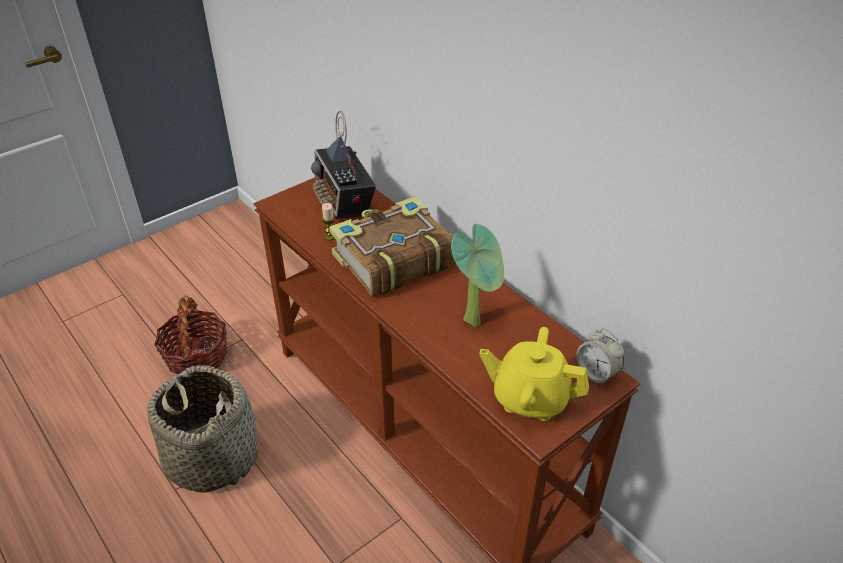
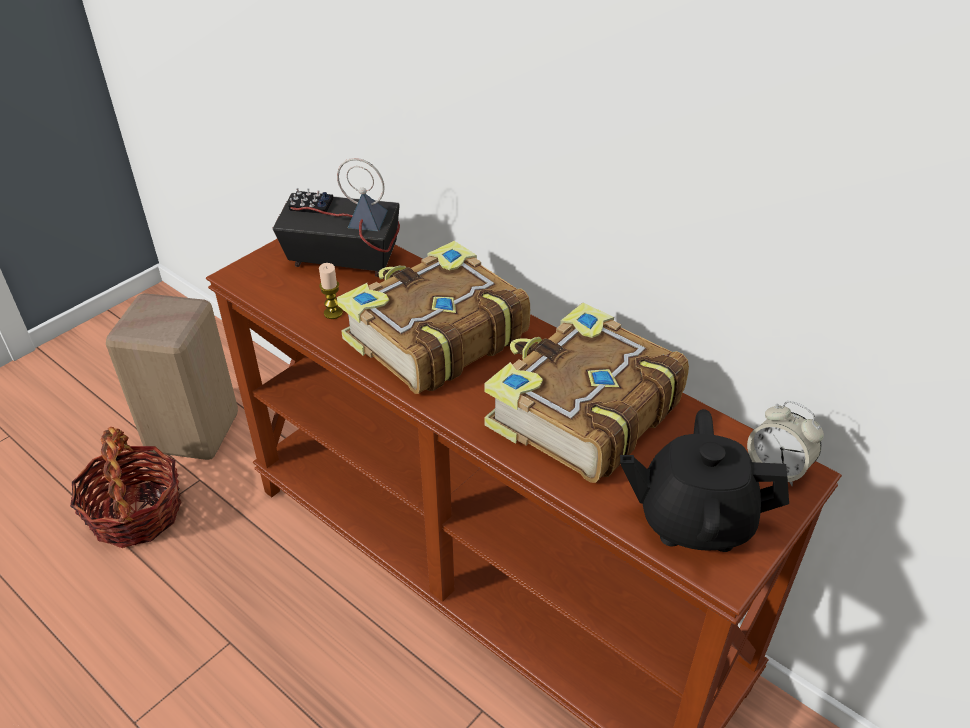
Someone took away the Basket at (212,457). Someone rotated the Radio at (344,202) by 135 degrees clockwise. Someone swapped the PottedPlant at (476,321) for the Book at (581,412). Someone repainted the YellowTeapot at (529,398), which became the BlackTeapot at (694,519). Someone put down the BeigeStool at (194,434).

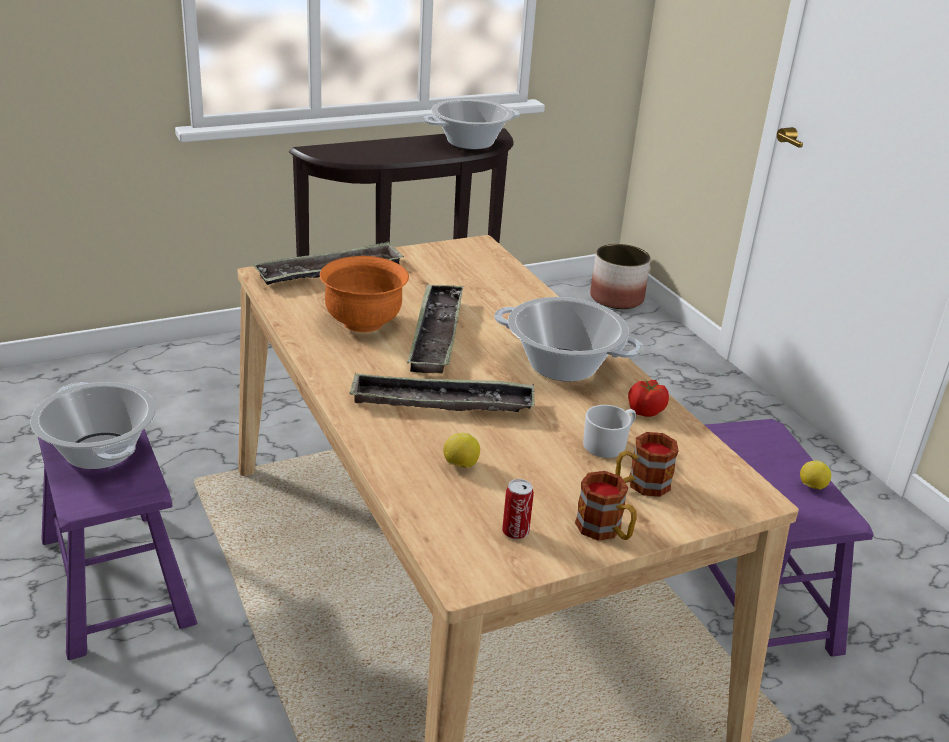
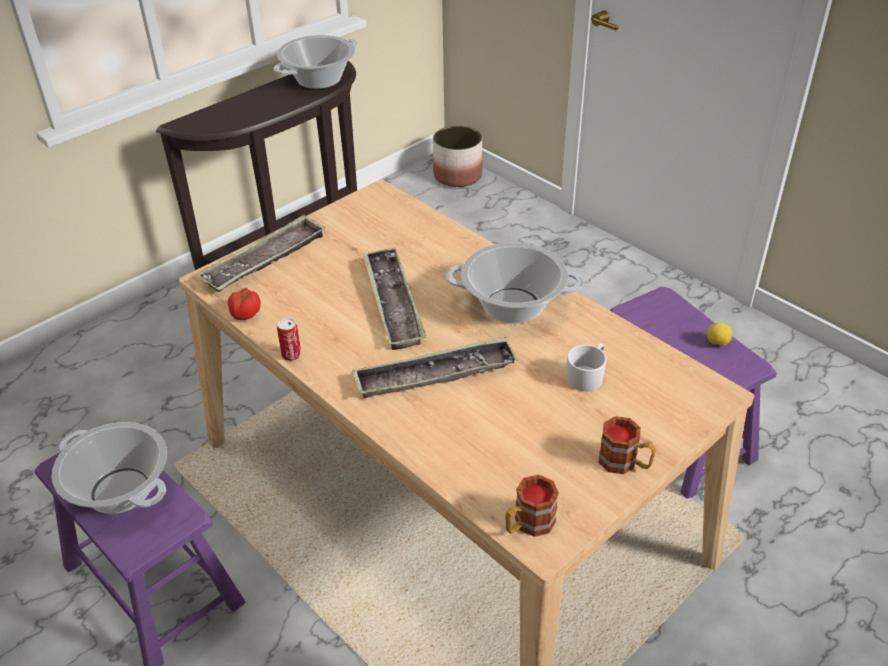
Someone took away the OrangeBowl at (364,323). Someone took away the Lemon at (460,465). Someone carried the Can from (515,532) to (291,355). Someone carried the Mug from (640,485) to (528,524). Someone carried the Tomato from (645,411) to (245,314).

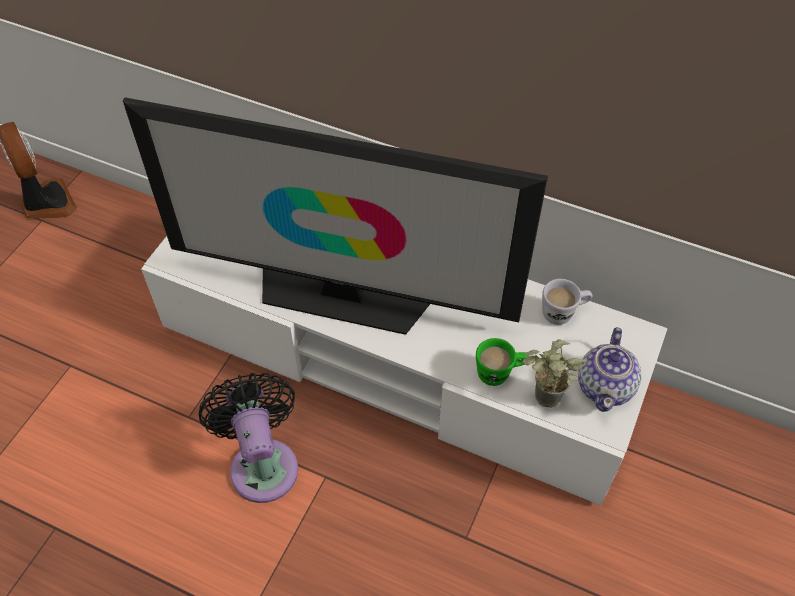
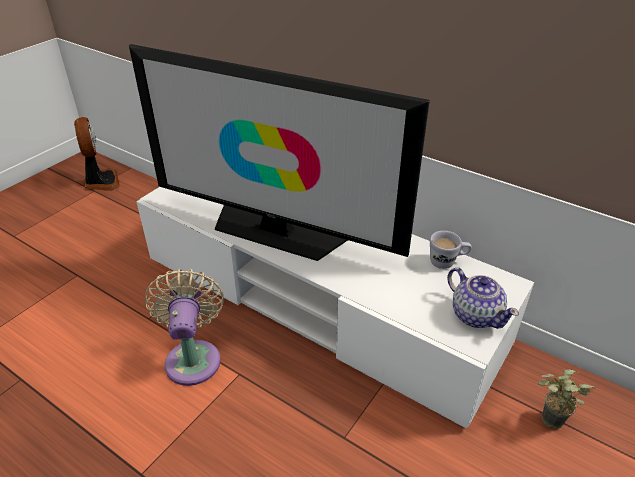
Someone repainted the BlackFan at (262,463), which became the BeigeFan at (193,357). Someone took away the GreenMug at (500,373). Someone carried the PottedPlant from (541,401) to (546,423). Someone rotated the Teapot at (606,386) by 60 degrees counterclockwise.

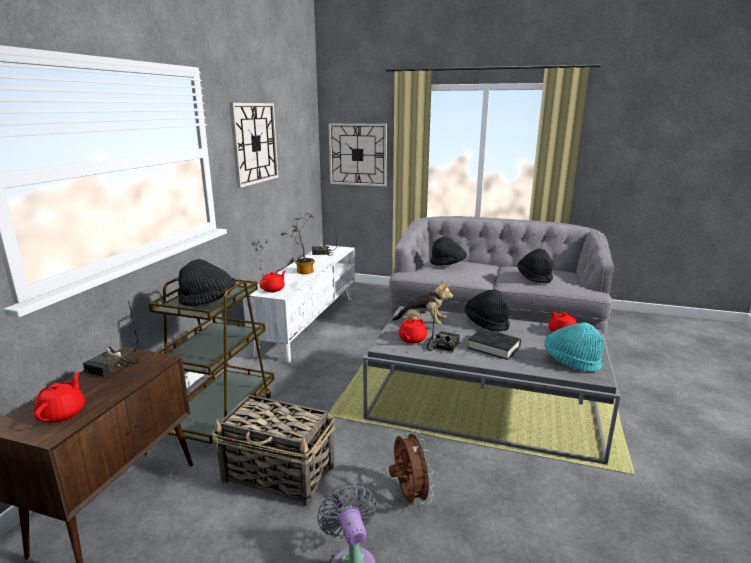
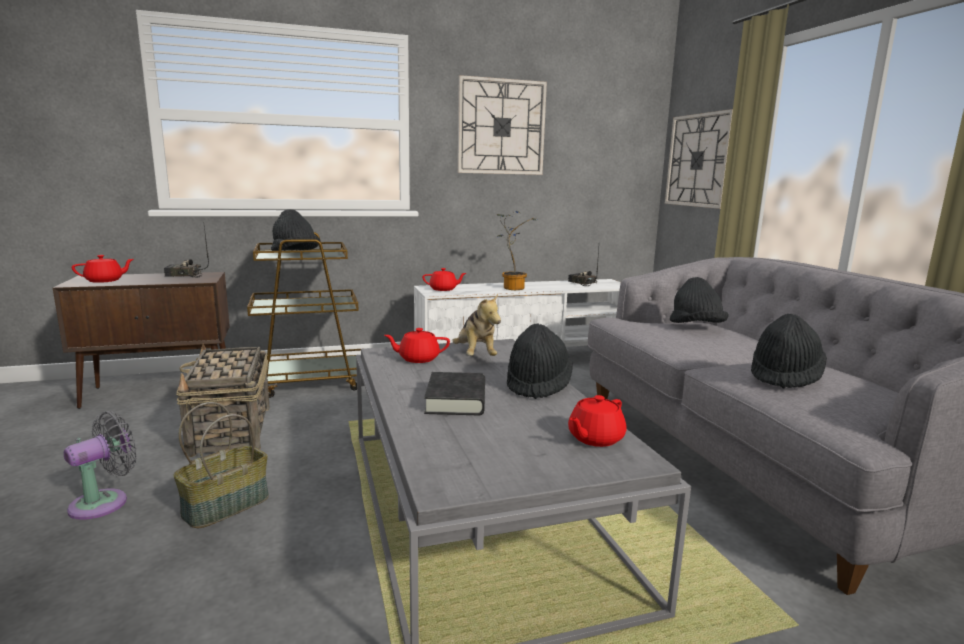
Someone swapped the BrownFan at (409,496) for the Basket at (226,505). Someone took away the Radio at (443,346). Someone took away the TurquoiseHat at (571,362).

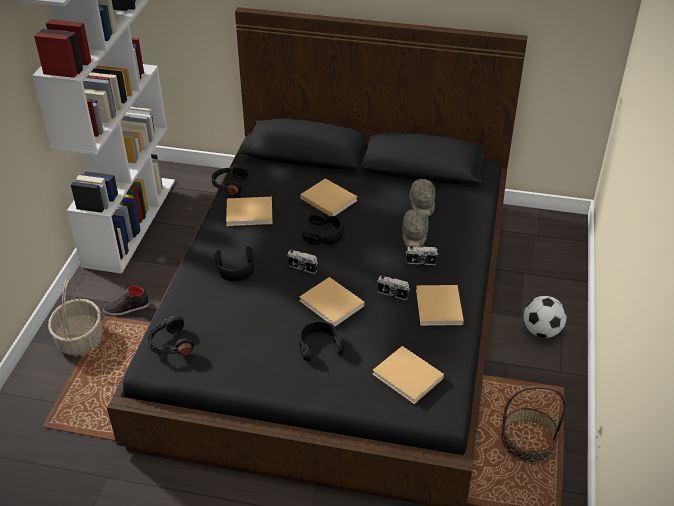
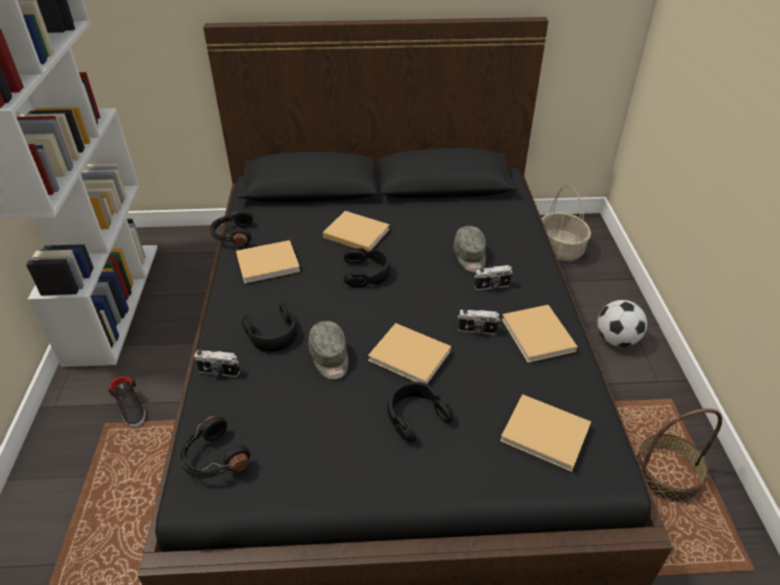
Someone carried the Basket from (79,339) to (559,249). Someone rotated the BlackShoe at (126,308) by 90 degrees counterclockwise. Someone carried the PhotoCamera from (302,268) to (219,372). Someone carried the GreyCap from (422,204) to (330,358).

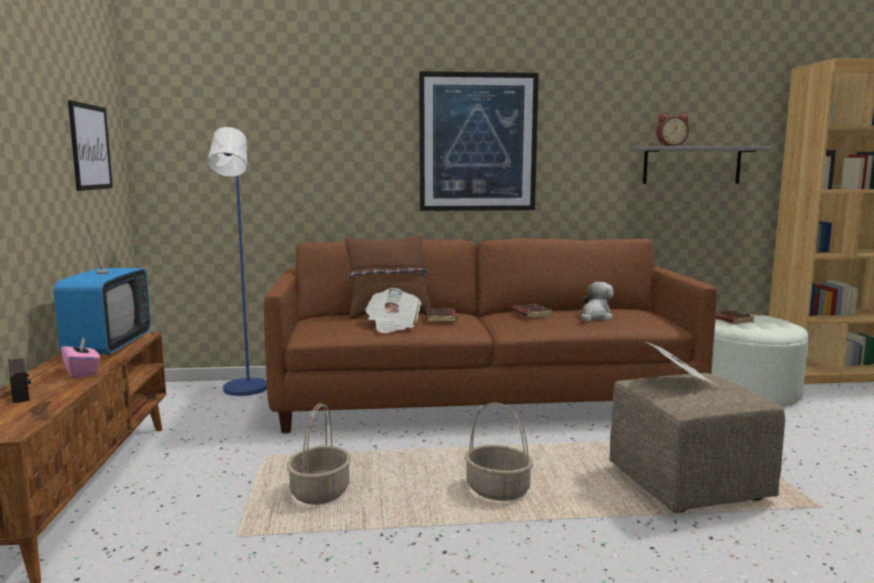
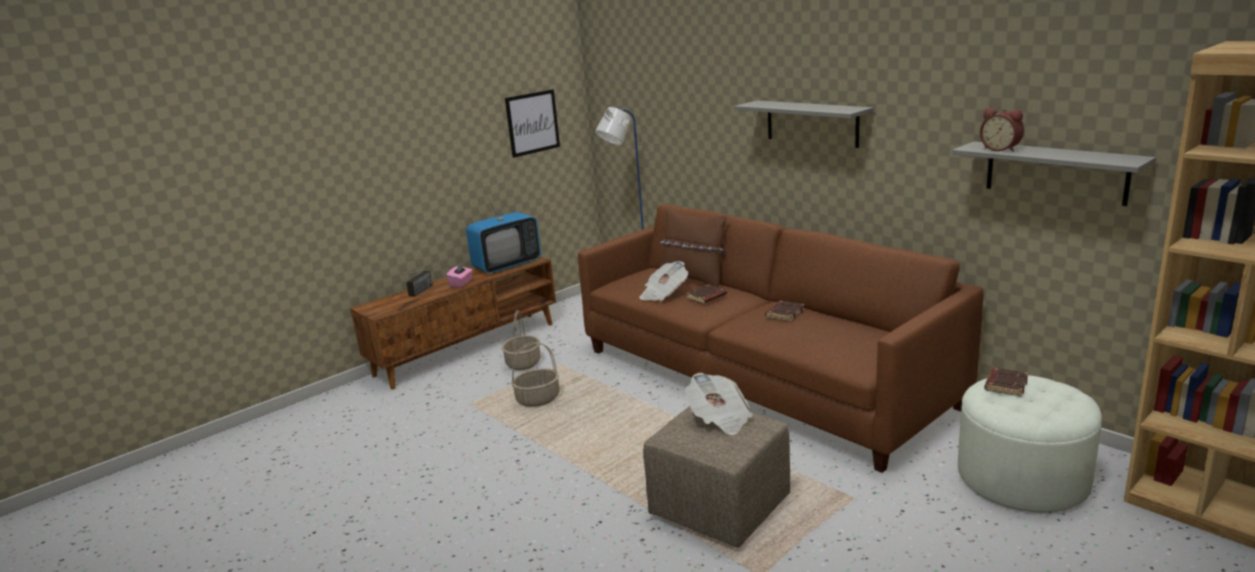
Someone swapped the Picture at (478,142) for the GreyShelf at (811,123). Someone carried the Basket from (497,490) to (523,363). Someone took away the PlushToy at (595,317).

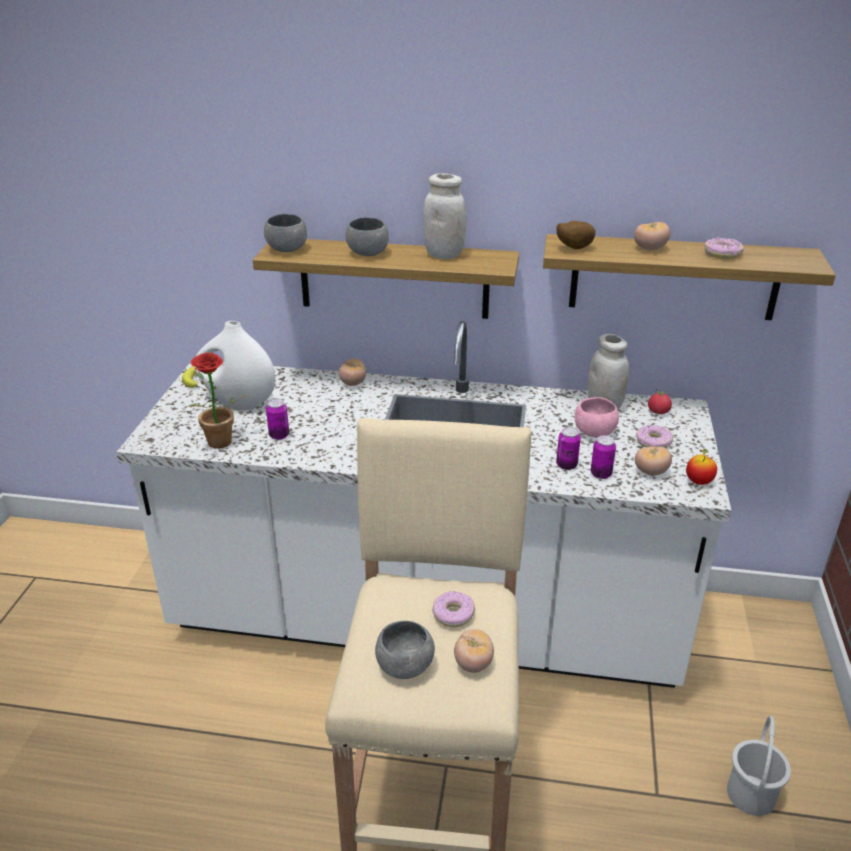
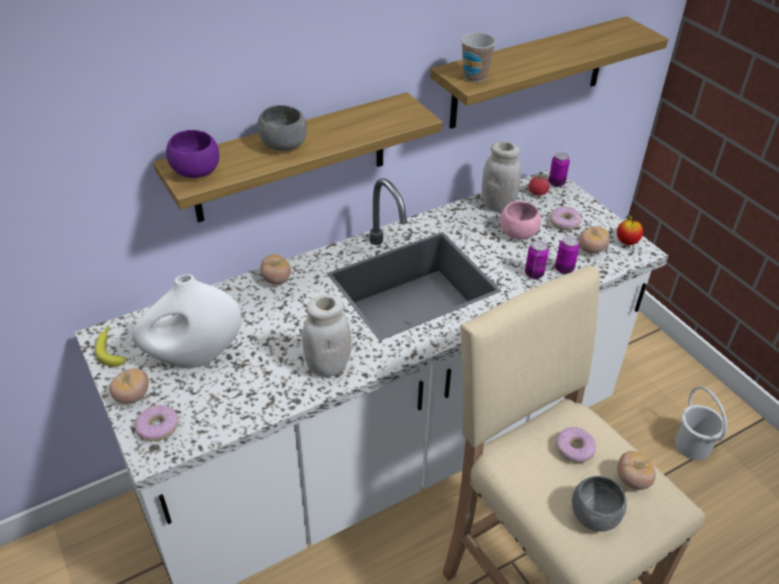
Someone took away the PottedPlant at (219,445). Someone repainted the GreyBowl at (287,249), which became the PurpleBowl at (196,172). Someone carried the Can from (279,435) to (556,183). Someone carried the WhiteJar from (444,255) to (328,366). Someone swapped the Potato at (573,248) for the Cup at (474,77). Someone carried the Tomato from (649,249) to (132,396). Someone carried the Donut from (722,254) to (157,427).

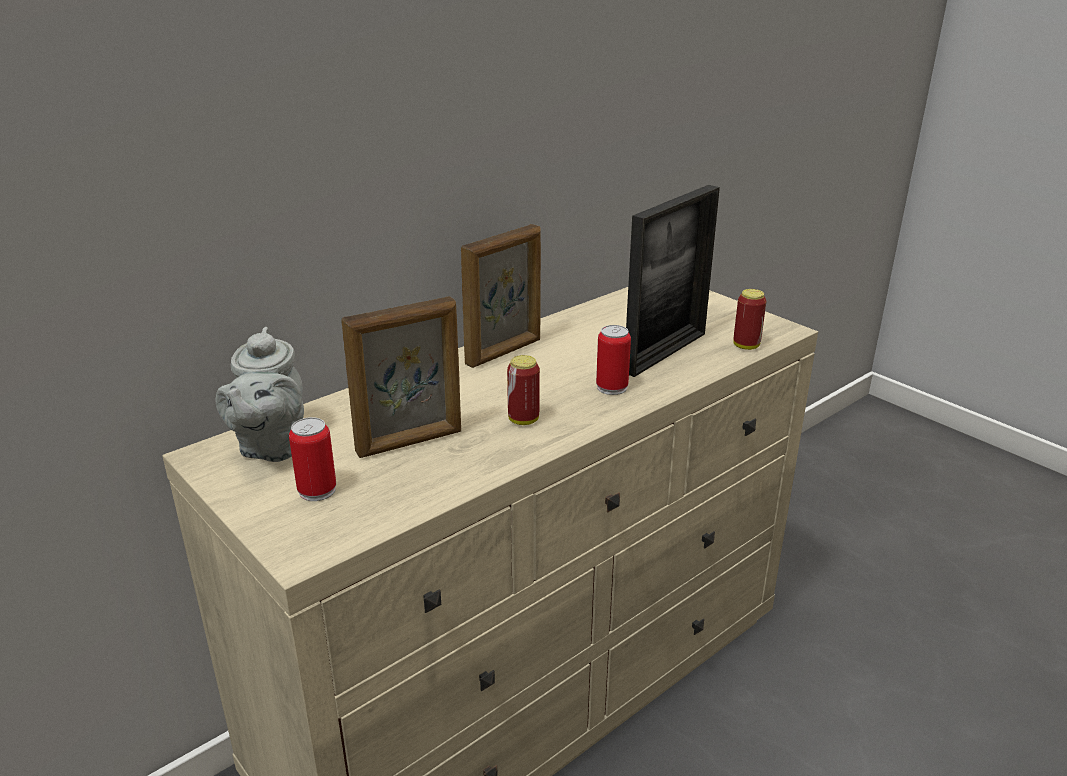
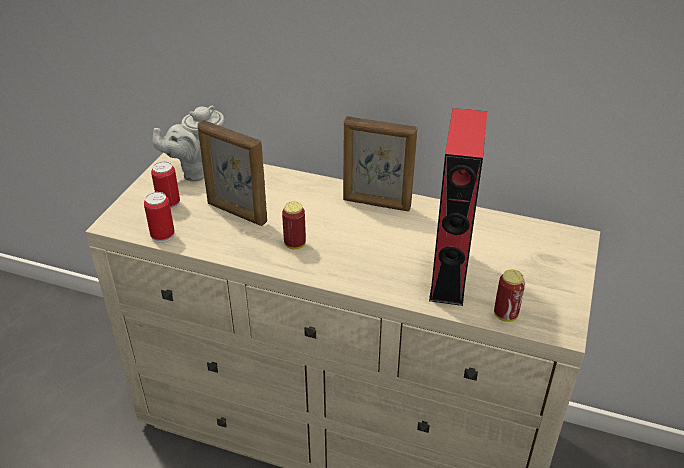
Someone carried the Can from (612,387) to (162,235). Someone swapped the PictureFrame at (665,352) for the RedSpeaker at (449,275).

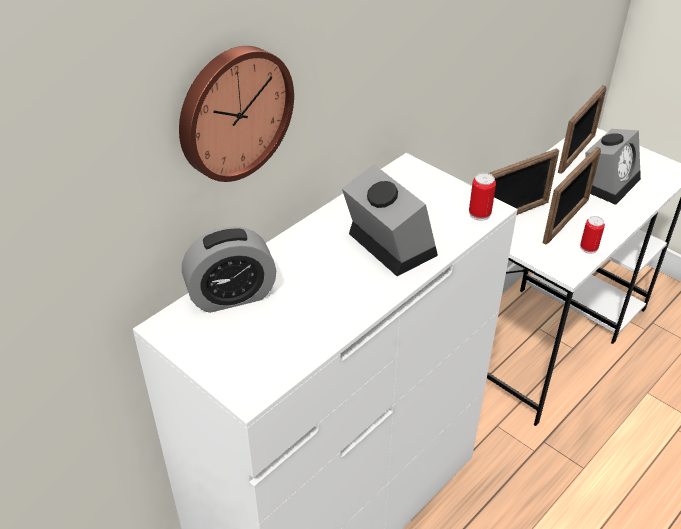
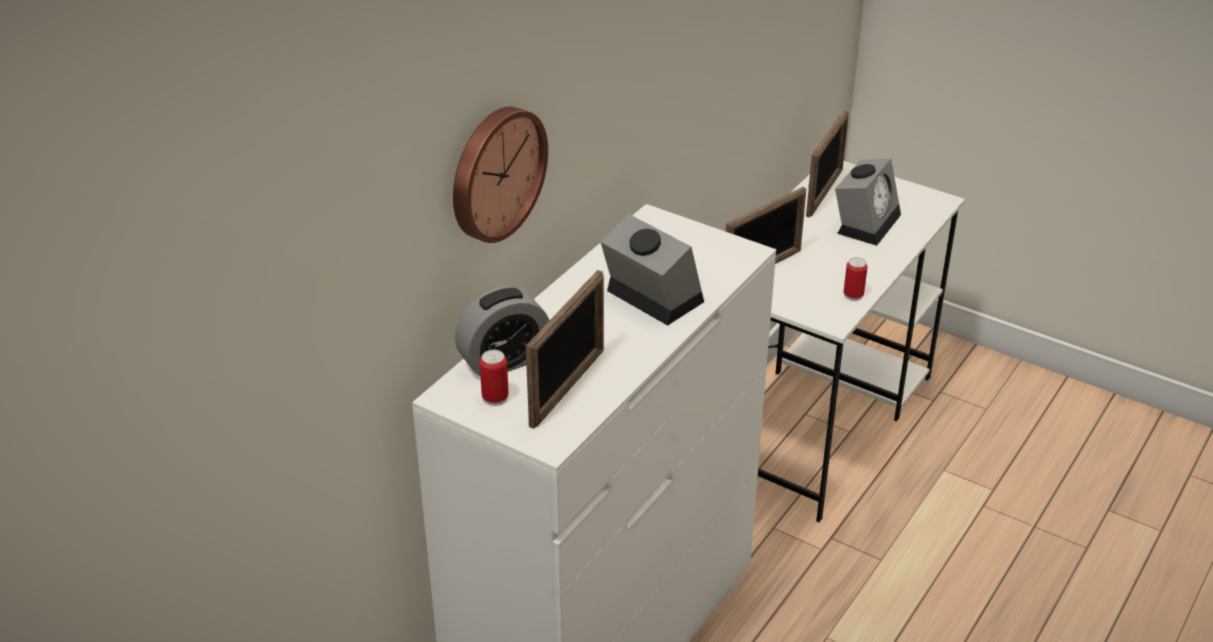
Someone carried the Can from (479,214) to (495,397). Someone carried the PictureFrame from (566,221) to (568,387).

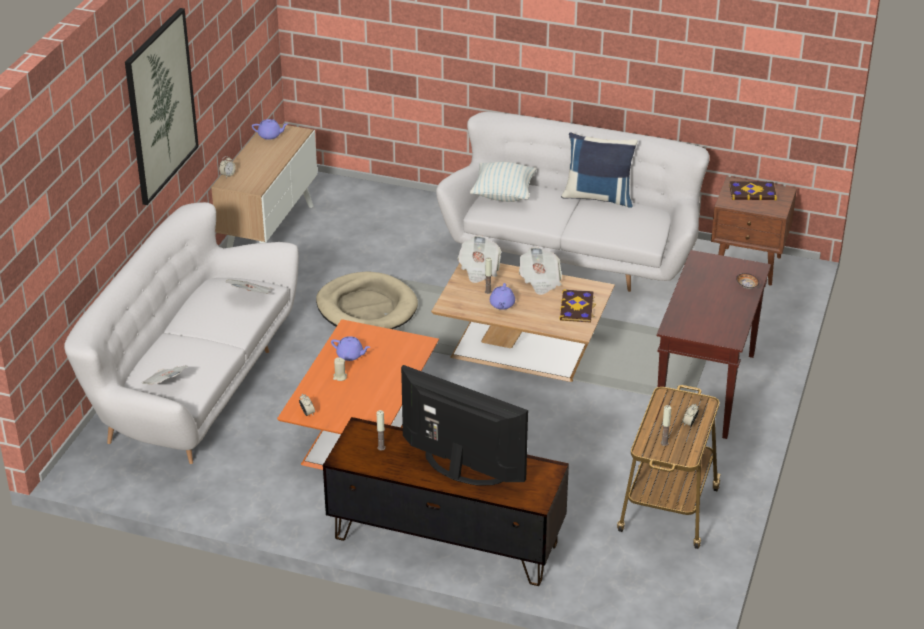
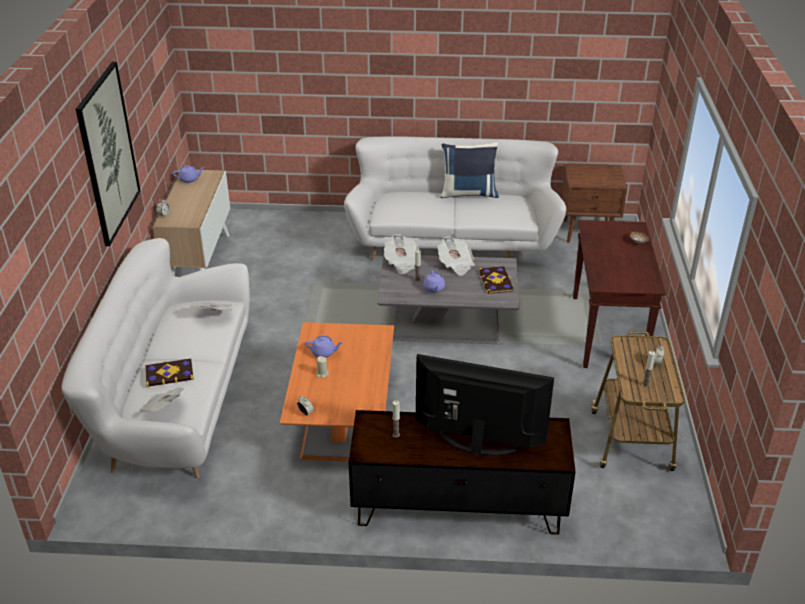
Someone took away the BeigeDogBed at (367,308). Someone repainted the BrownCoffeeTable at (523,348), which became the GreyCoffeeTable at (448,323). Someone took away the Pillow at (503,194). Someone carried the Book from (752,192) to (169,373).

